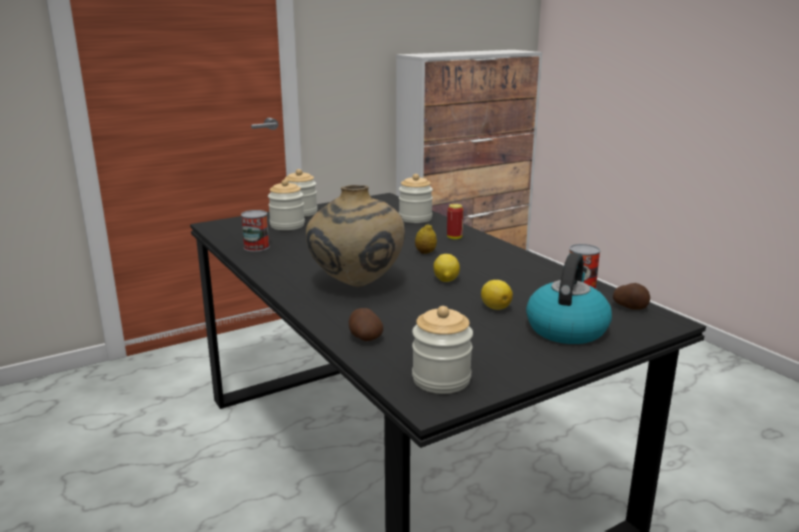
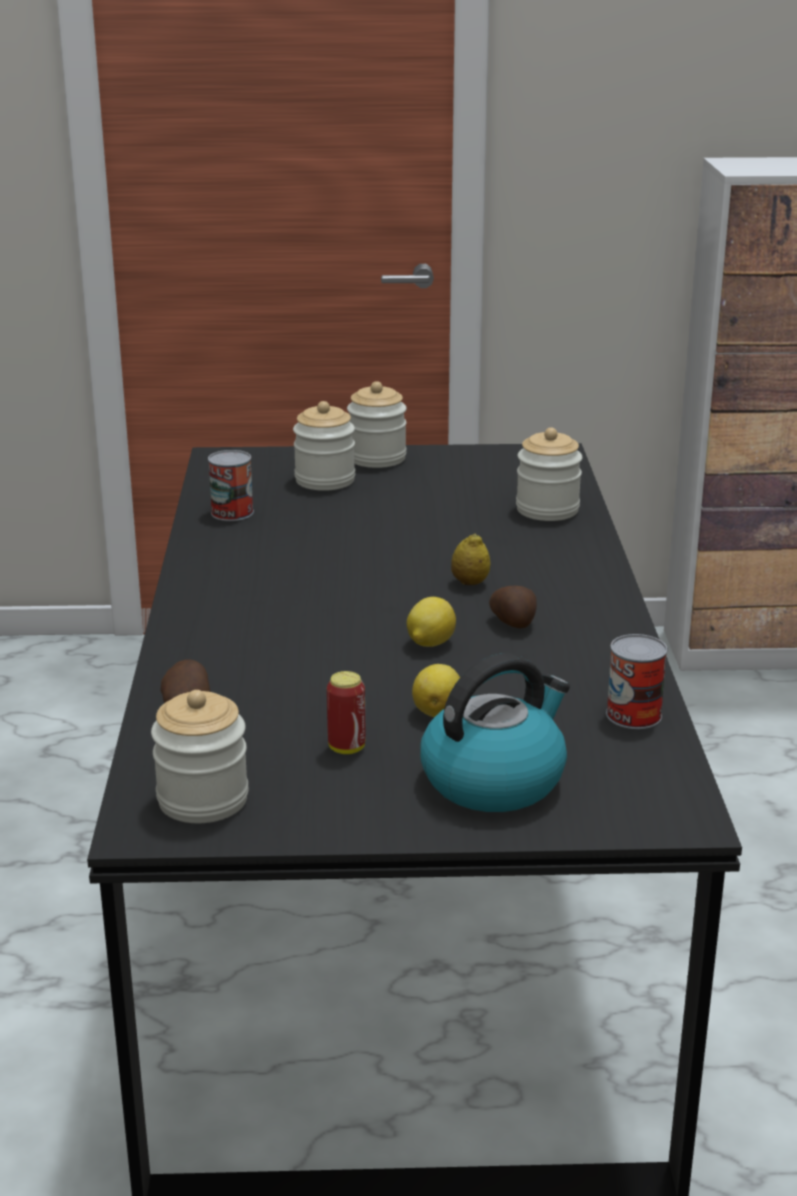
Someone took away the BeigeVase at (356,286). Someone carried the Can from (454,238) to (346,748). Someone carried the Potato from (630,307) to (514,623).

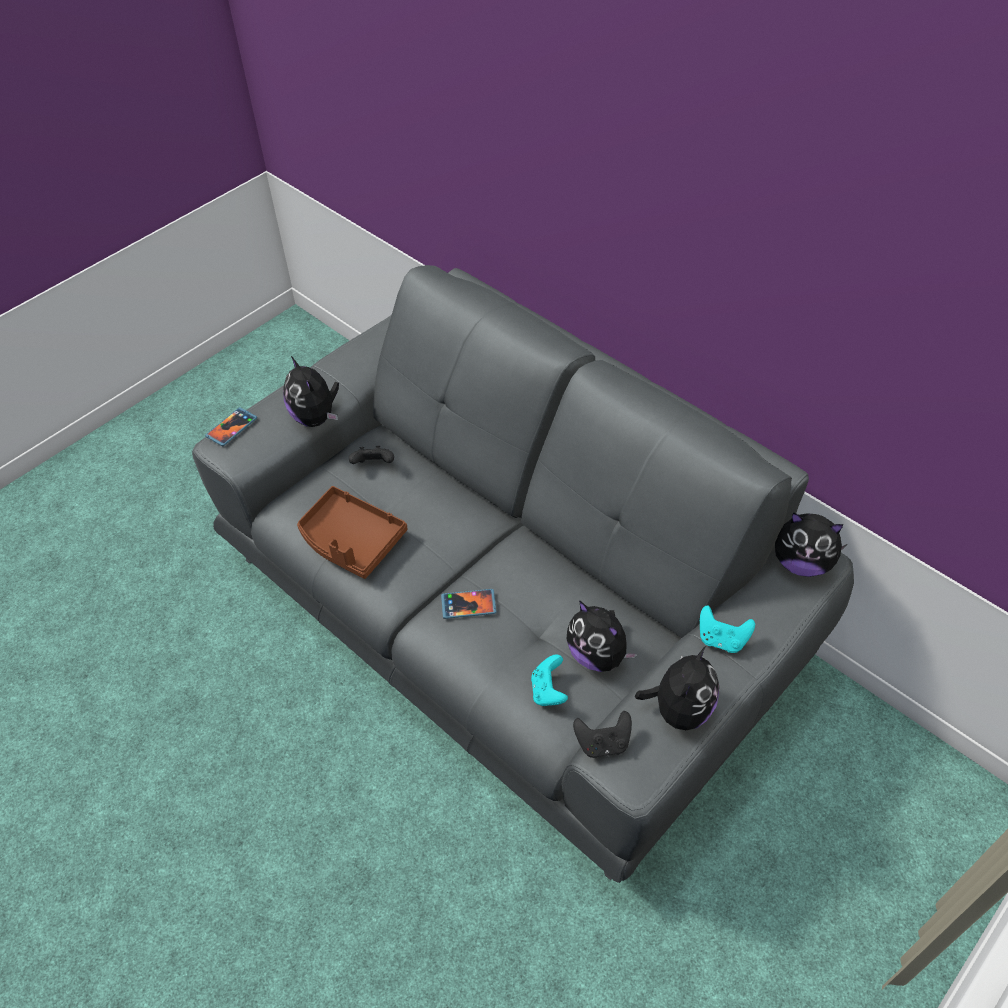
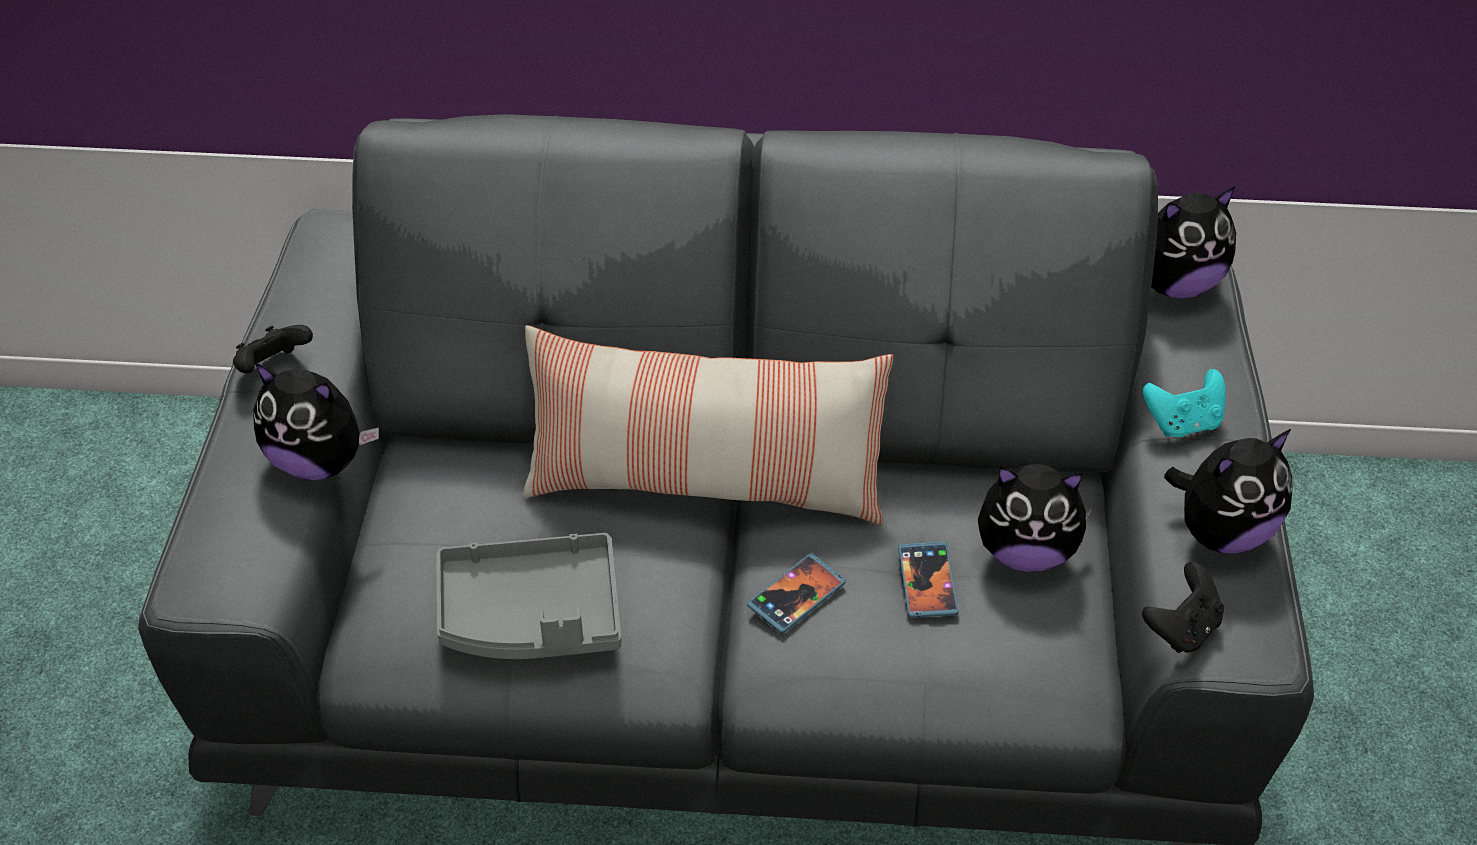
Someone carried the Phone from (232,428) to (927,582). Someone repainted the BrownTray at (351,541), which became the GreyTray at (531,616). Someone carried the BlackGameController from (374,465) to (273,367). Someone took away the TurquoiseGameController at (548,691). Someone rotated the PlushToy at (679,709) by 75 degrees clockwise. Someone put down the Pillow at (705,482).

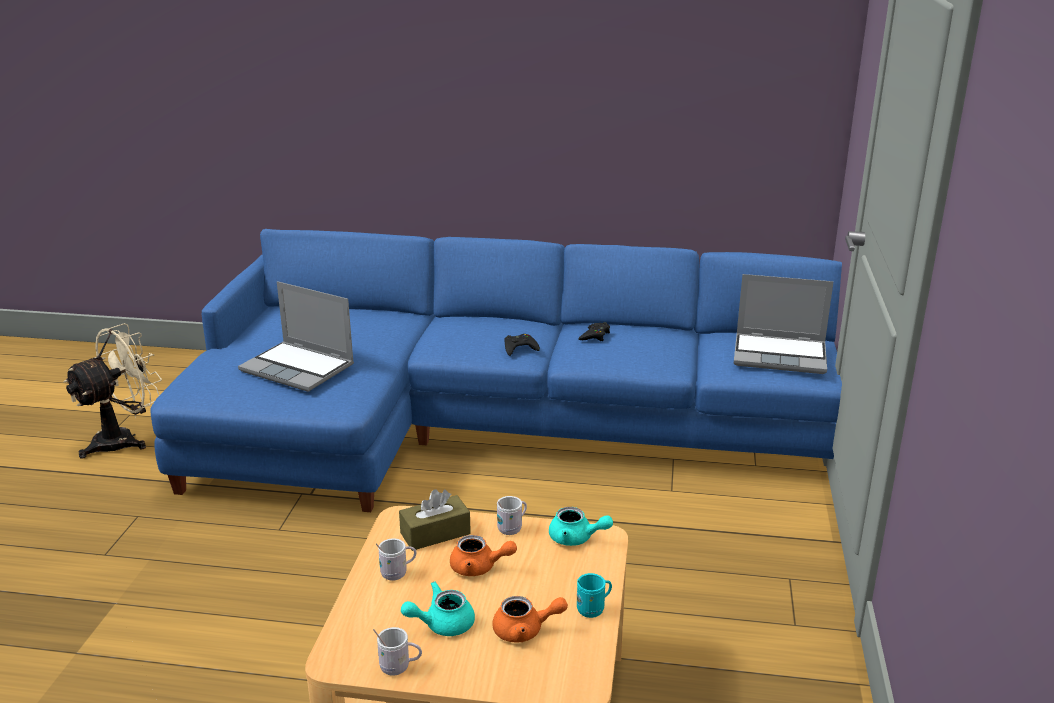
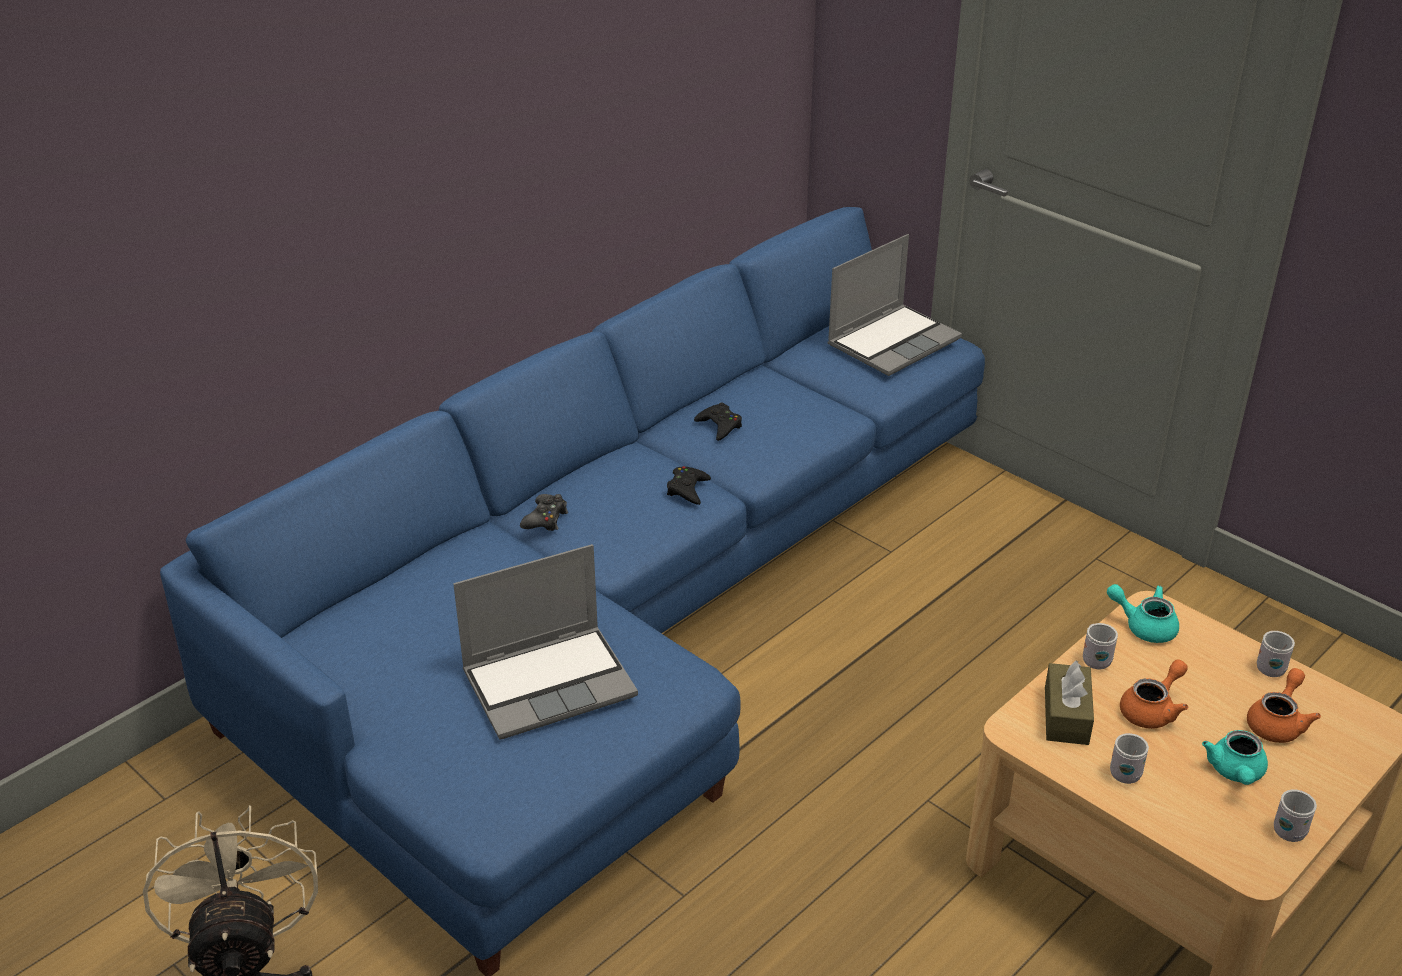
Someone rotated the TurquoiseTeapot at (576,538) by 120 degrees counterclockwise. Someone repainted the TurquoiseMug at (594,609), which became the WhiteMug at (1269,666). Someone put down the BlackGameController at (545,519).

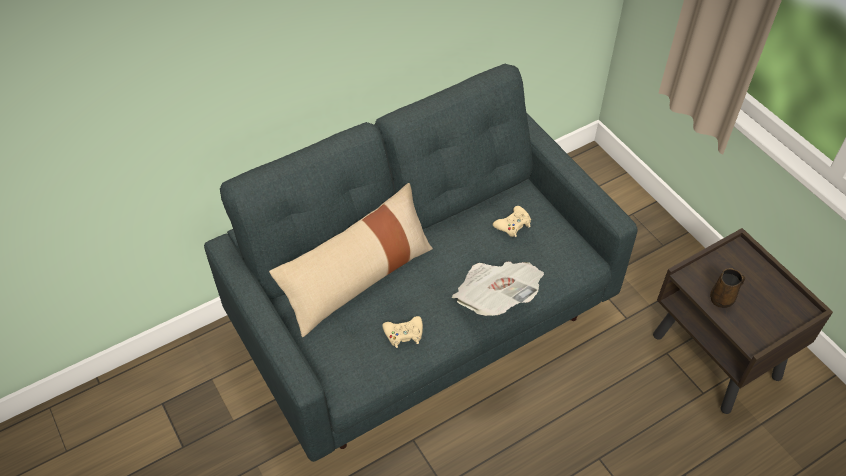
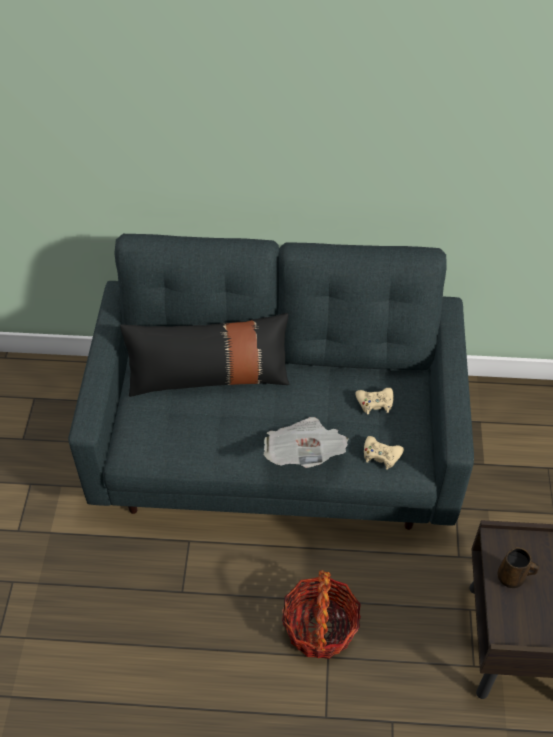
Someone repainted the BeigePillow at (358,279), which became the BlackPillow at (209,376). Someone carried the BeigeGameController from (404,334) to (381,455). Someone put down the Basket at (320,627).

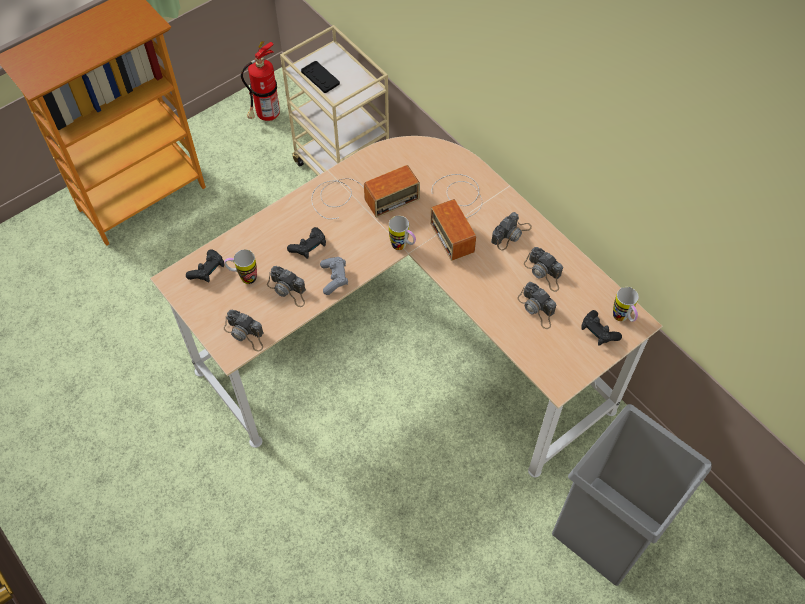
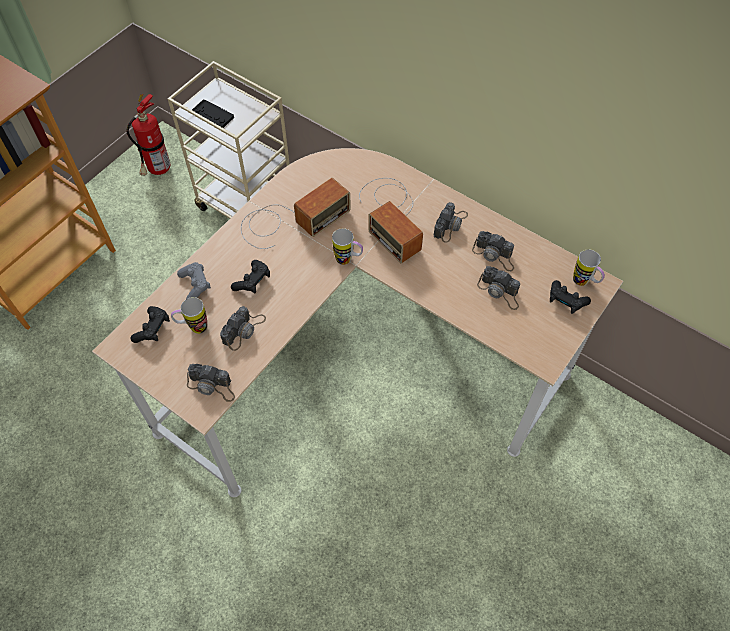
Someone rotated the PhotoCamera at (288,290) by 75 degrees counterclockwise. Someone carried the GreyGameController from (334,278) to (195,285). Someone took away the GreyTrashCan at (606,529).

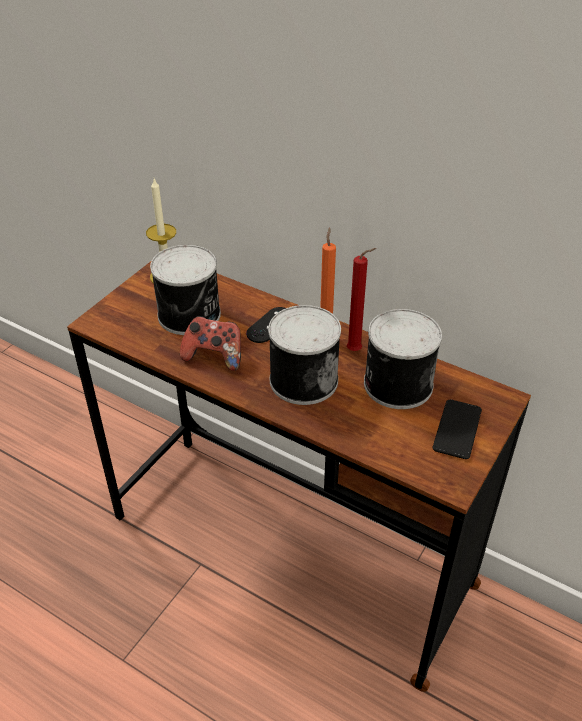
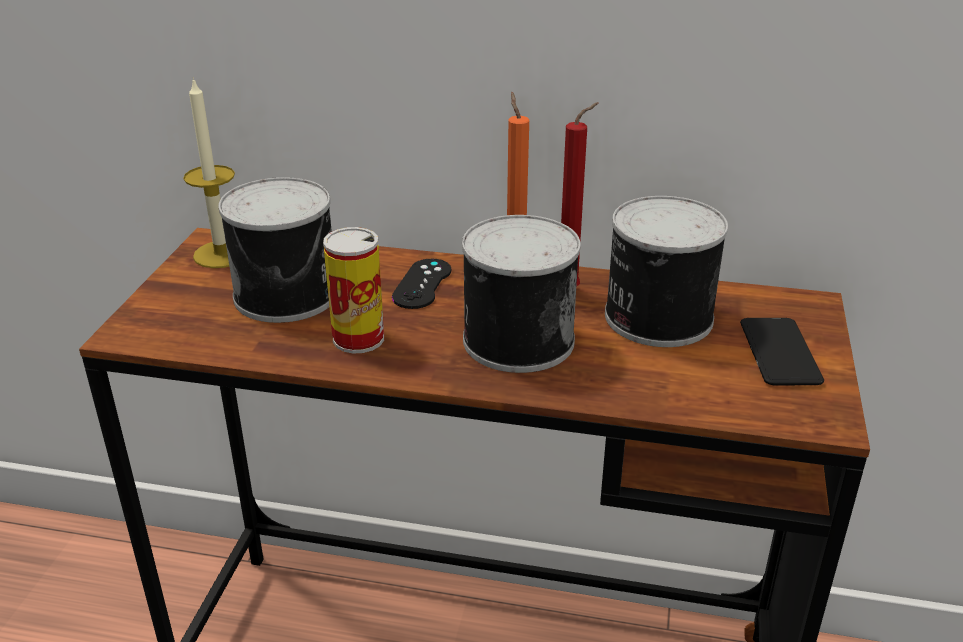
Someone swapped the GameController at (214,356) for the Can at (358,338).

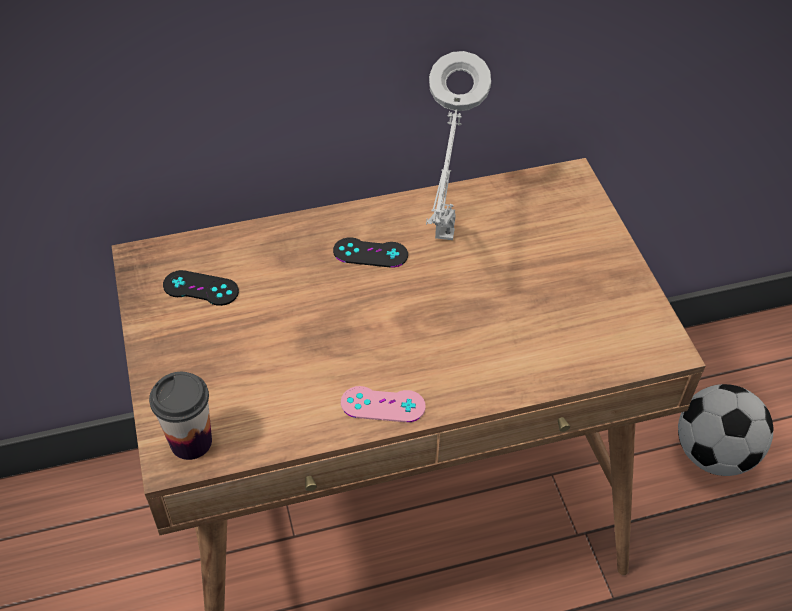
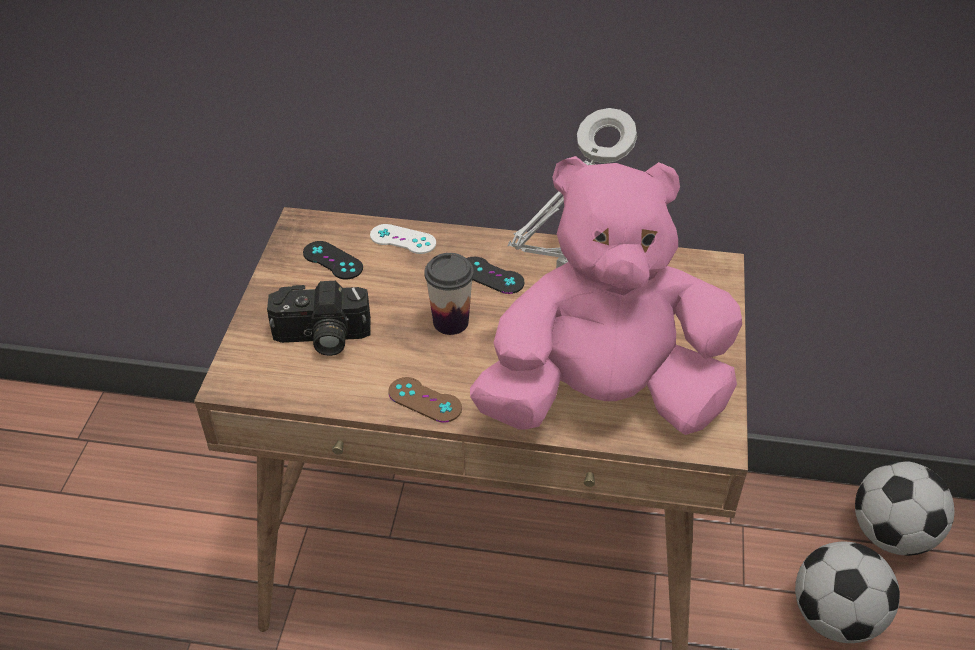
Someone carried the Cup from (191,442) to (450,322). Someone repainted the PinkGameController at (383,404), which became the BrownGameController at (425,400). Someone put down the PhotoCamera at (321,338). Someone put down the WhiteGameController at (403,239). Someone put down the PinkPlushToy at (603,398). Someone put down the Football at (892,534).

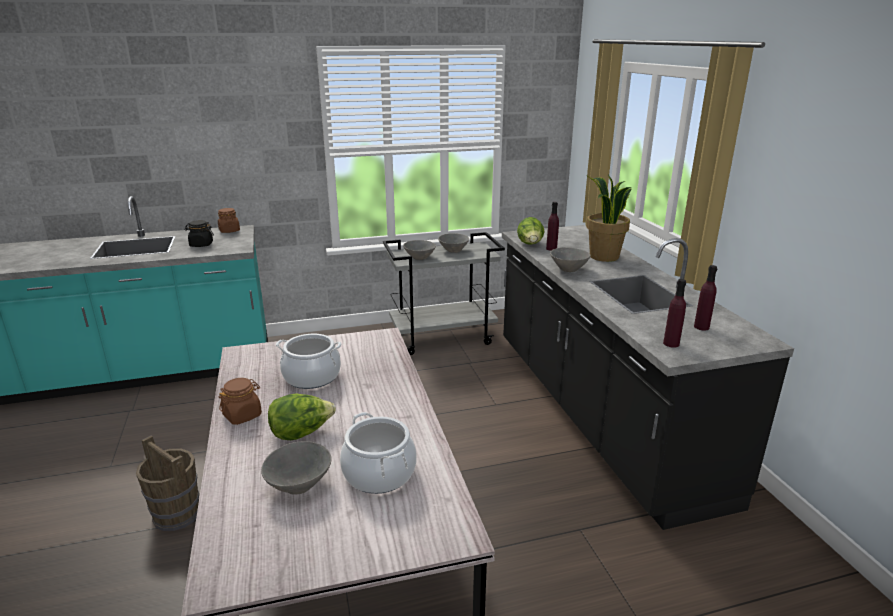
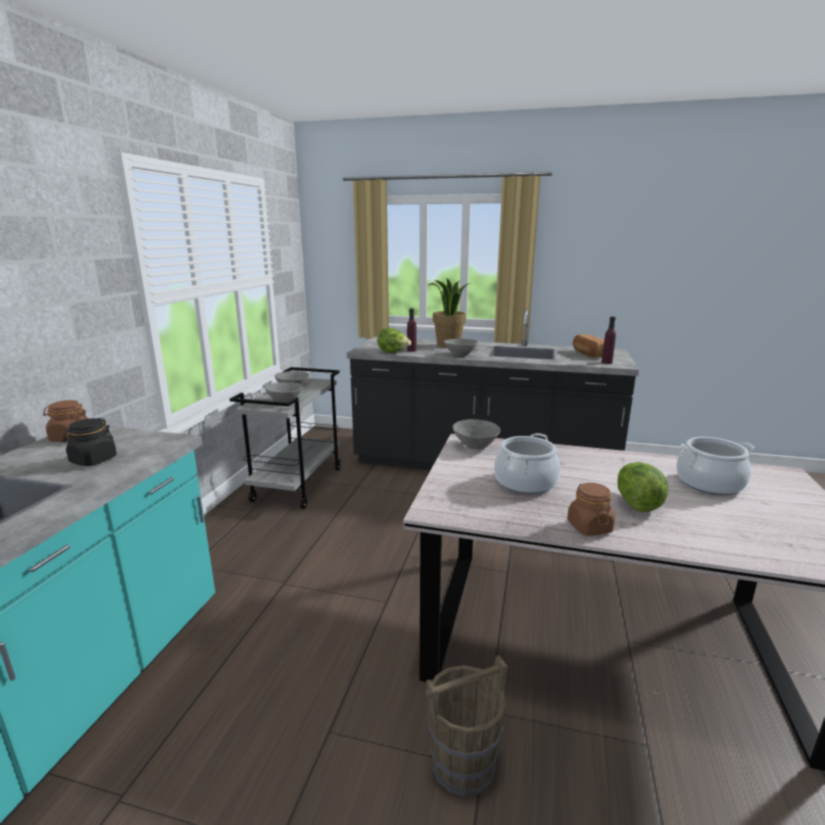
Someone carried the GreyBowl from (298,485) to (475,446). Someone swapped the PurpleBottle at (701,327) for the Bread at (587,354).

